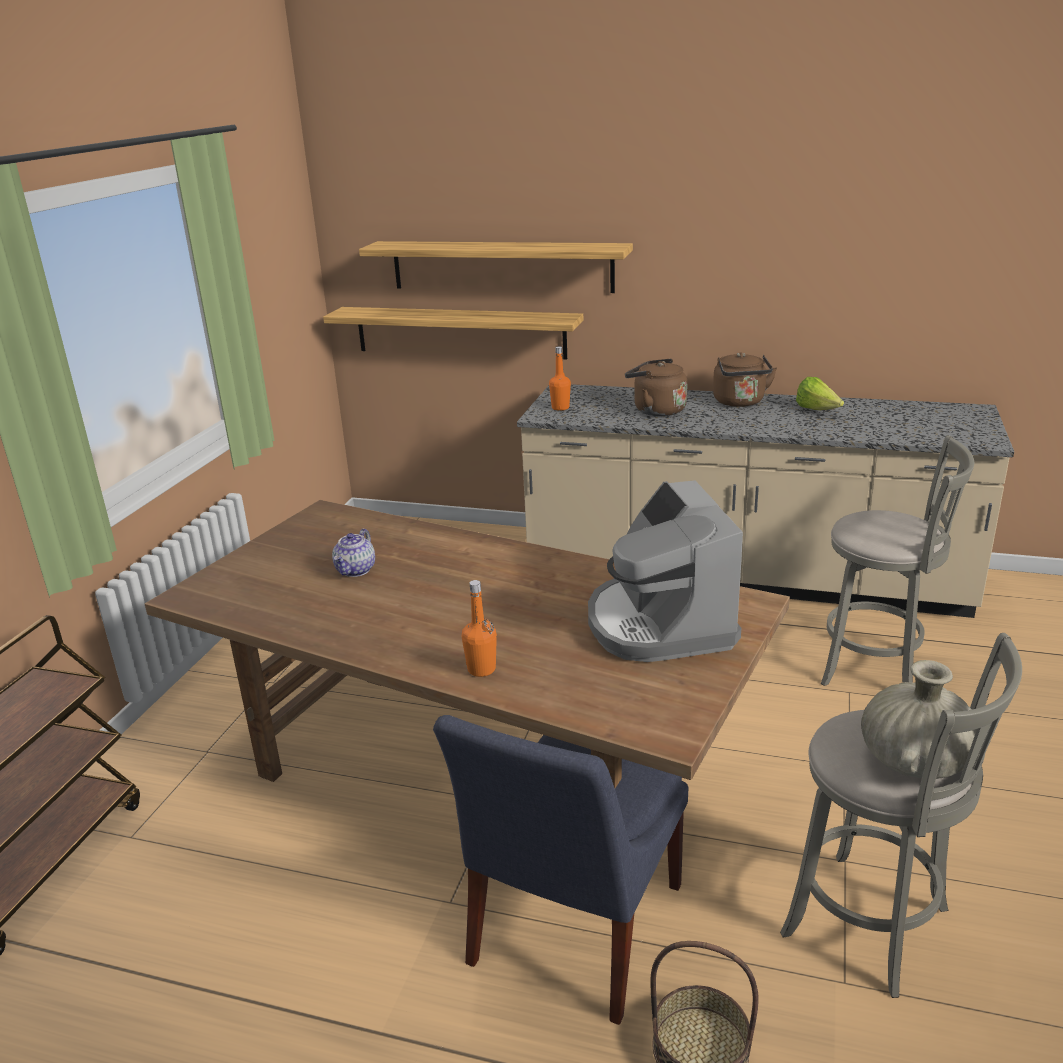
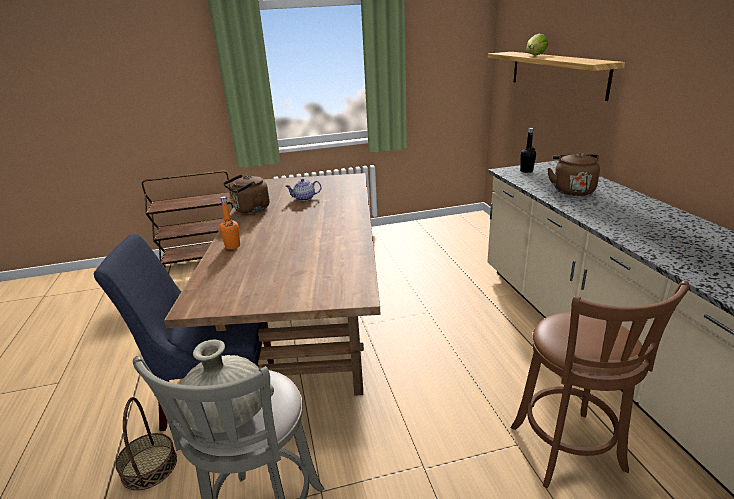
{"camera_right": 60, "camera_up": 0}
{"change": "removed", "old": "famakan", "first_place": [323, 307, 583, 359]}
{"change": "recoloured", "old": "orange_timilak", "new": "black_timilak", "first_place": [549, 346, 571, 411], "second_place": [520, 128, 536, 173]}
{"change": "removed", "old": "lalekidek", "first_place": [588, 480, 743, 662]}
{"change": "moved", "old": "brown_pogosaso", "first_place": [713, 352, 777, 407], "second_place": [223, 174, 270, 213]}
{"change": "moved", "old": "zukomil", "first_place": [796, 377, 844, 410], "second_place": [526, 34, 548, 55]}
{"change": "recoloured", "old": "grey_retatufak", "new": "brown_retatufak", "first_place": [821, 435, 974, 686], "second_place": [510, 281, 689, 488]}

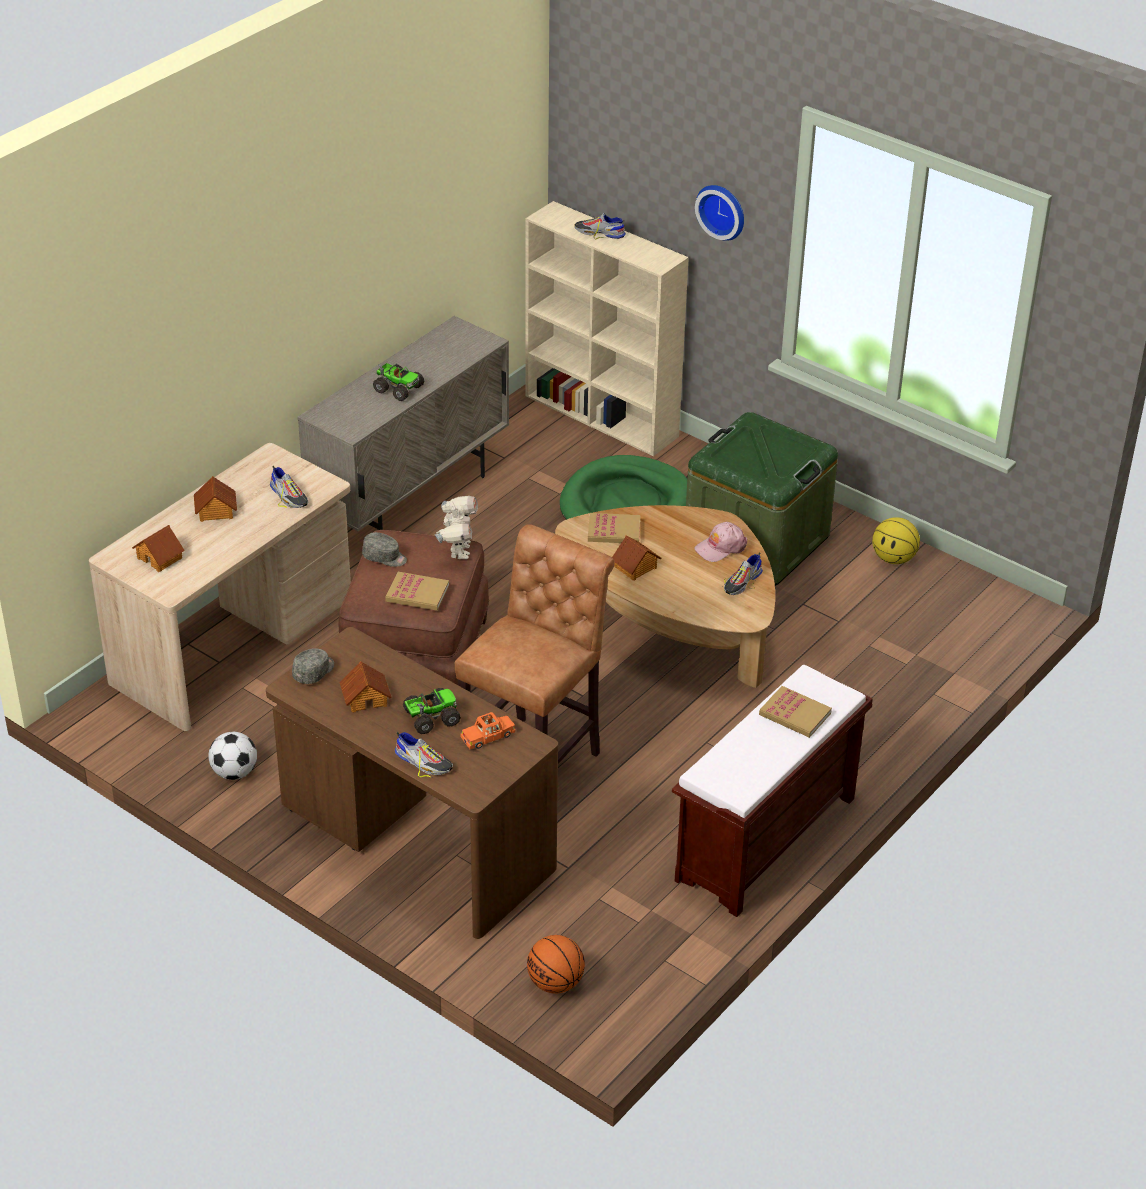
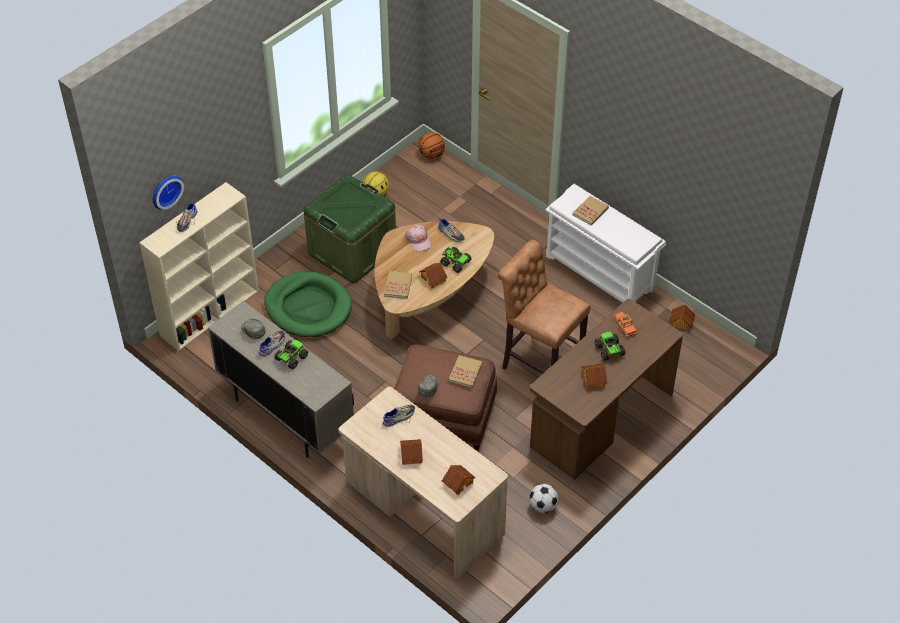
{"camera_right": -85, "camera_up": 10}
{"change": "moved", "old": "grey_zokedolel", "first_place": [292, 648, 334, 684], "second_place": [241, 319, 266, 339]}
{"change": "moved", "old": "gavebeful", "first_place": [395, 732, 453, 777], "second_place": [259, 331, 285, 357]}
{"change": "removed", "old": "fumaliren", "first_place": [435, 496, 478, 559]}
{"change": "moved", "old": "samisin", "first_place": [527, 935, 585, 994], "second_place": [419, 132, 445, 159]}
{"change": "recoloured", "old": "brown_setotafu", "new": "white_setotafu", "first_place": [672, 665, 873, 917], "second_place": [545, 184, 666, 303]}
{"change": "moved", "old": "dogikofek", "first_place": [695, 185, 744, 241], "second_place": [153, 175, 184, 210]}
{"change": "added", "new": "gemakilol", "second_place": [440, 247, 472, 273]}
{"change": "added", "new": "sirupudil", "second_place": [669, 304, 695, 331]}

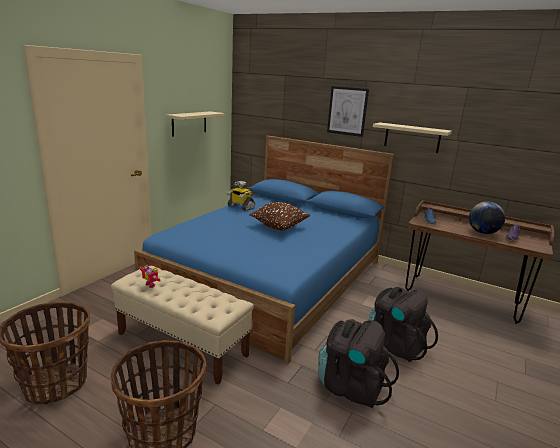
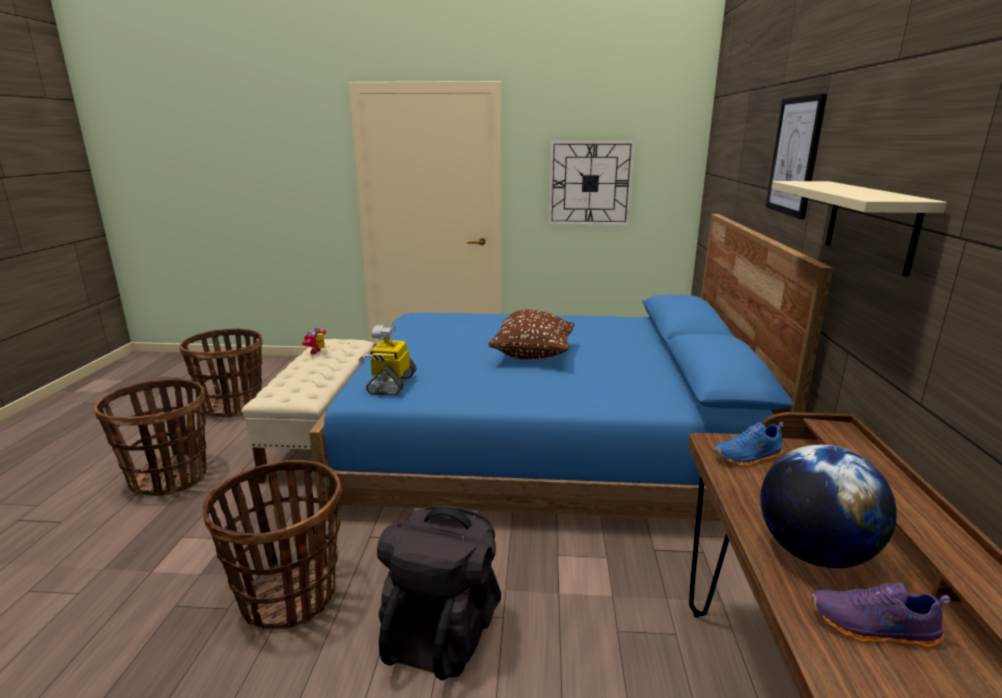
{"camera_right": 65, "camera_up": 0}
{"change": "replaced", "old": "beige_famakan", "new": "dogikofek", "first_place": [166, 111, 225, 137], "second_place": [548, 140, 635, 225]}
{"change": "moved", "old": "fumaliren", "first_place": [227, 181, 255, 211], "second_place": [359, 325, 416, 396]}
{"change": "replaced", "old": "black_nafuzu", "new": "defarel", "first_place": [318, 319, 399, 408], "second_place": [203, 460, 342, 630]}

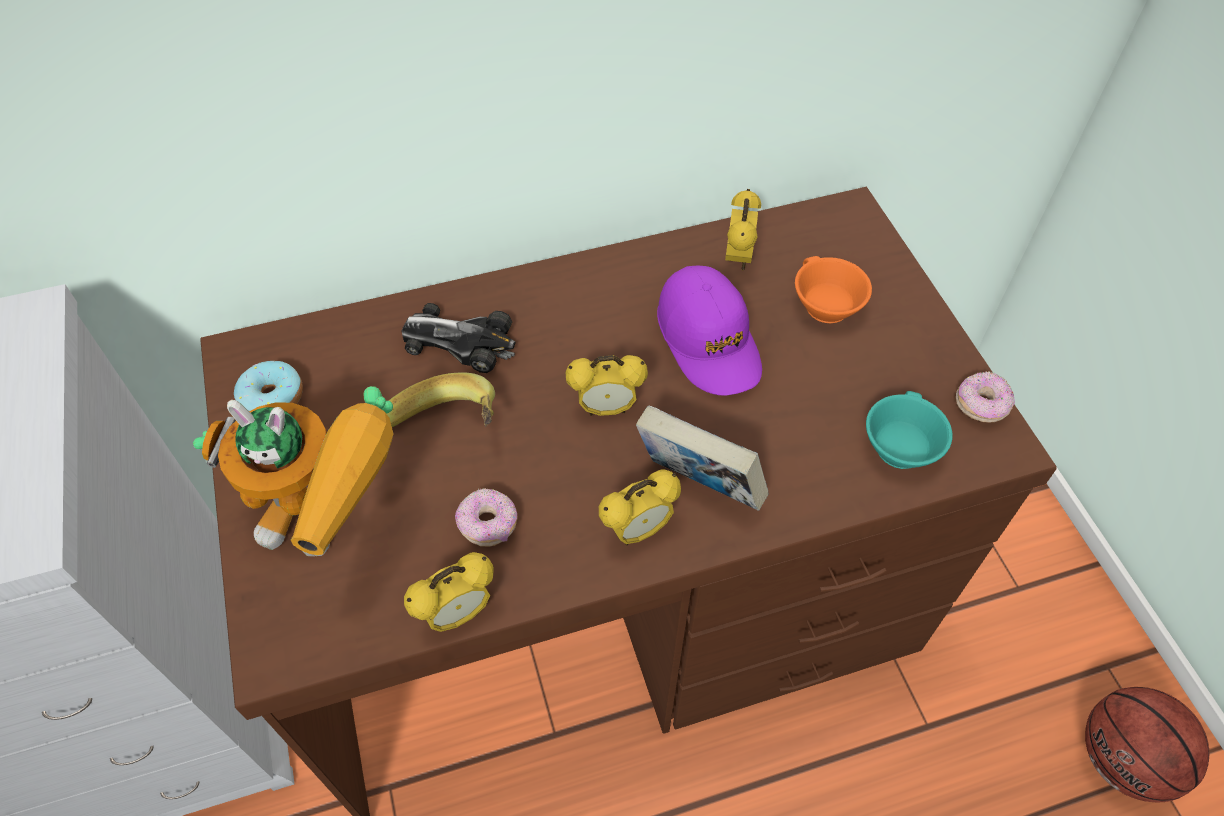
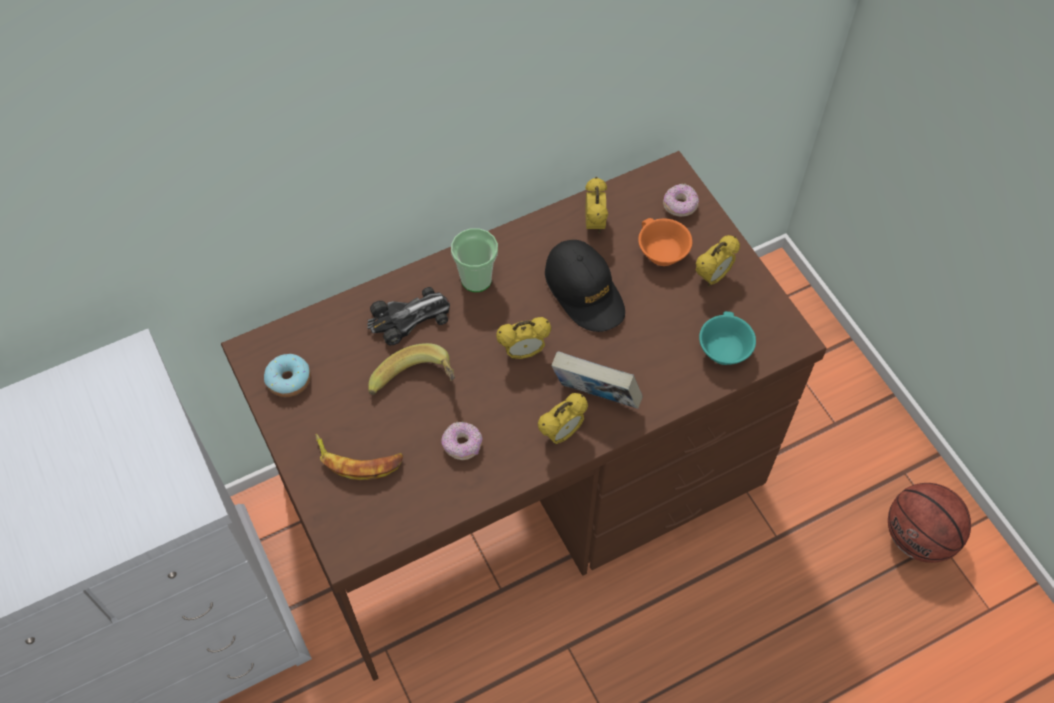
{"camera_right": -10, "camera_up": 5}
{"change": "replaced", "old": "fumaliren", "new": "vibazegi", "first_place": [193, 386, 393, 556], "second_place": [316, 434, 404, 480]}
{"change": "turned", "old": "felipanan", "first_place": [402, 303, 516, 373], "second_place": [367, 287, 450, 345], "degrees": 150}
{"change": "moved", "old": "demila", "first_place": [404, 552, 494, 632], "second_place": [695, 235, 740, 287]}
{"change": "recoloured", "old": "purple_zokedolel", "new": "black_zokedolel", "first_place": [657, 266, 762, 395], "second_place": [545, 240, 625, 332]}
{"change": "moved", "old": "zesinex", "first_place": [956, 371, 1015, 422], "second_place": [663, 184, 699, 217]}
{"change": "added", "new": "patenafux", "second_place": [451, 228, 498, 292]}

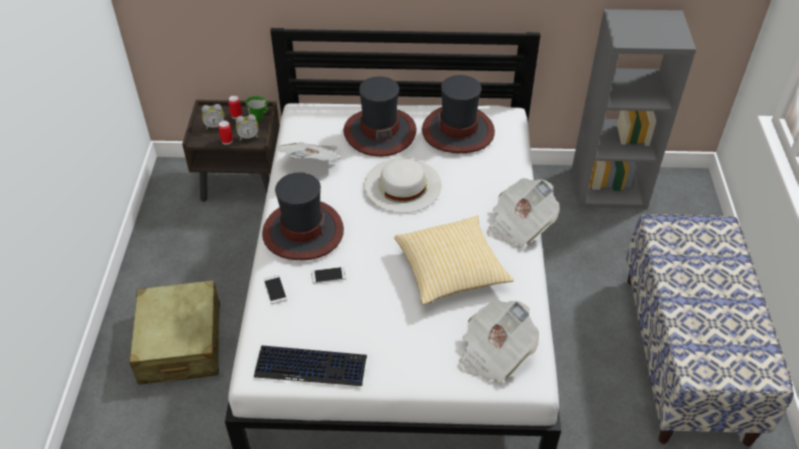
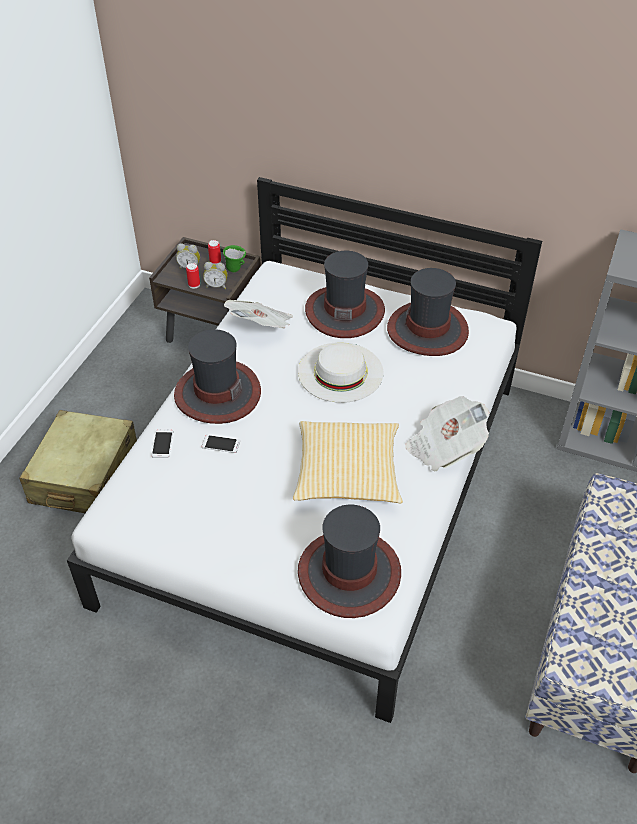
{"camera_right": 20, "camera_up": 0}
{"change": "removed", "old": "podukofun", "first_place": [254, 345, 367, 386]}
{"change": "replaced", "old": "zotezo", "new": "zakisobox", "first_place": [458, 299, 539, 384], "second_place": [298, 505, 401, 618]}

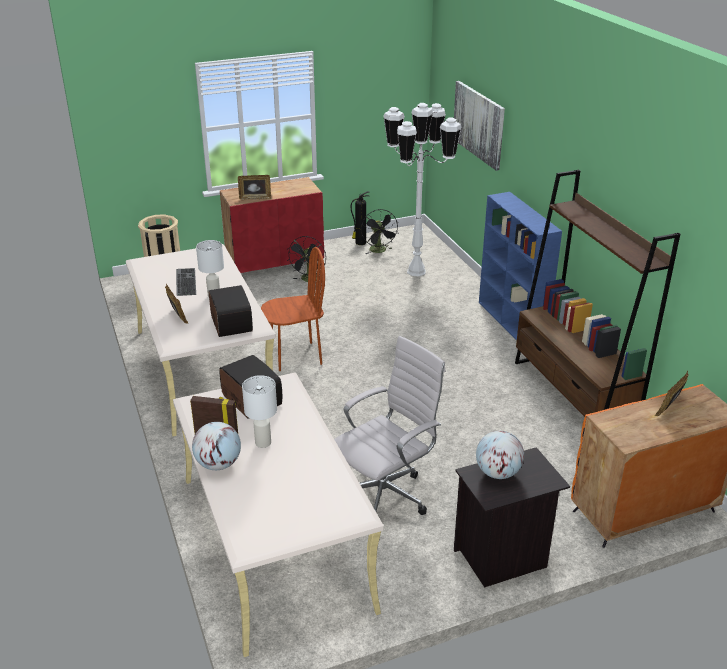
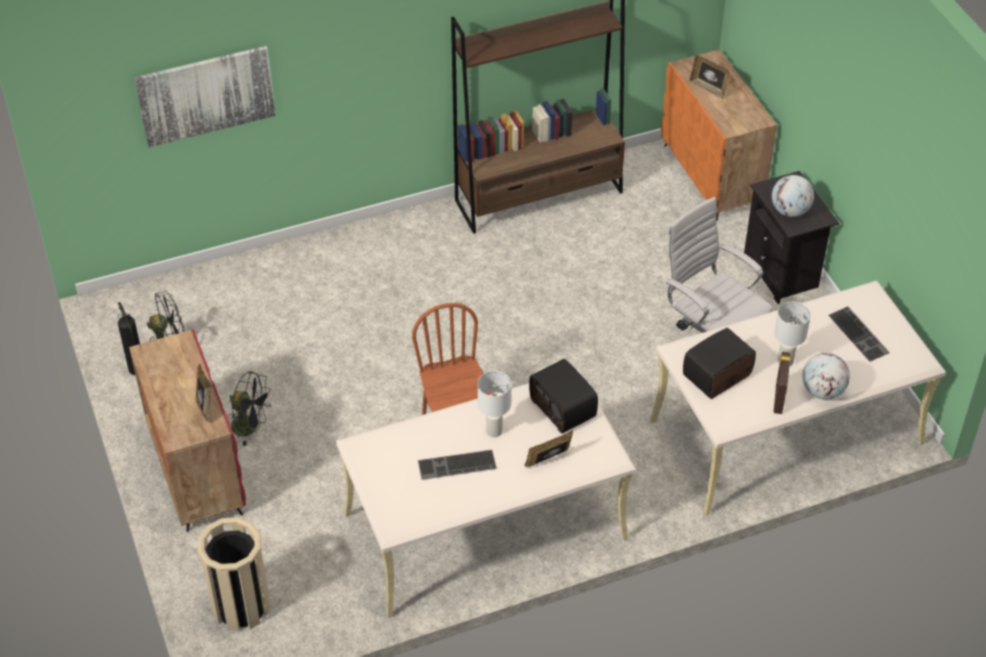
{"camera_right": -90, "camera_up": 15}
{"change": "turned", "old": "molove", "first_place": [209, 285, 253, 337], "second_place": [529, 359, 598, 434], "degrees": -105}
{"change": "removed", "old": "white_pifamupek", "first_place": [383, 103, 462, 276]}
{"change": "removed", "old": "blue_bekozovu", "first_place": [479, 192, 562, 340]}
{"change": "added", "new": "podukofun", "second_place": [828, 306, 890, 362]}

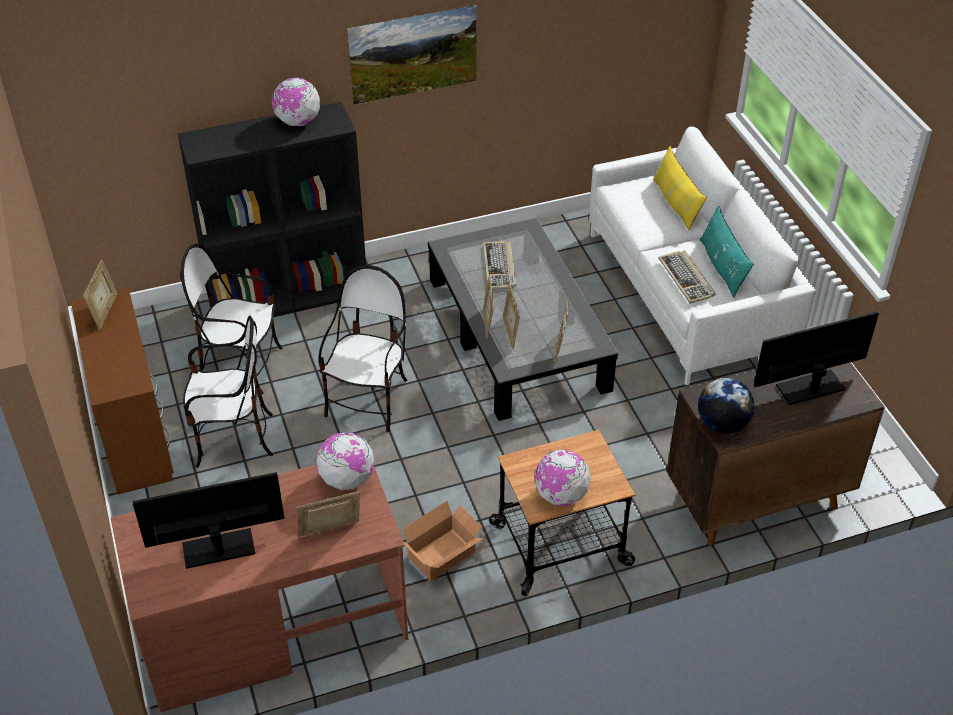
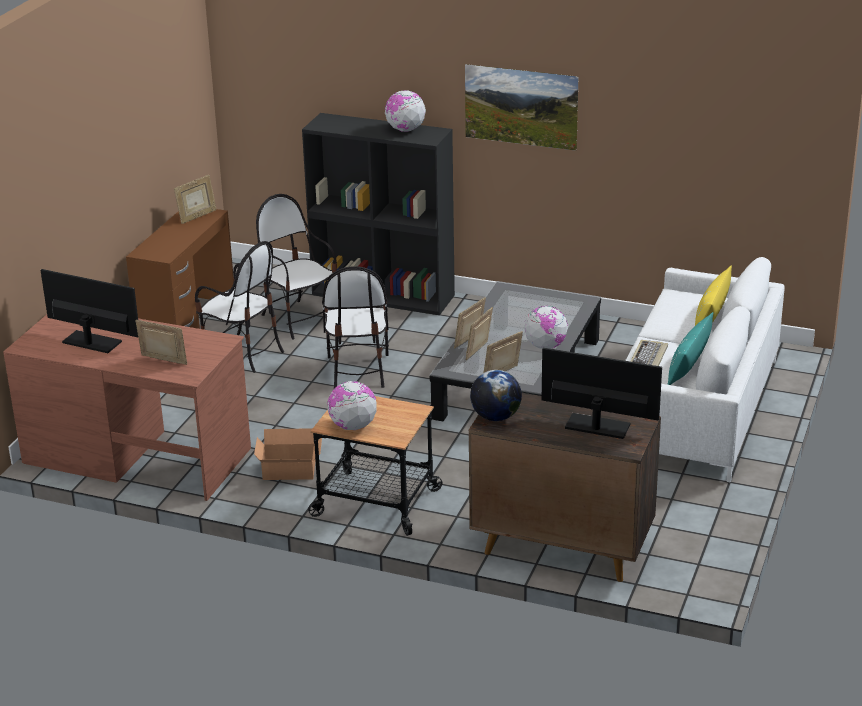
{"camera_right": 40, "camera_up": -15}
{"change": "moved", "old": "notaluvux", "first_place": [317, 432, 374, 490], "second_place": [524, 306, 568, 349]}
{"change": "turned", "old": "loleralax", "first_place": [318, 265, 407, 432], "second_place": [322, 266, 389, 389], "degrees": 120}
{"change": "removed", "old": "podukofun", "first_place": [483, 241, 516, 289]}

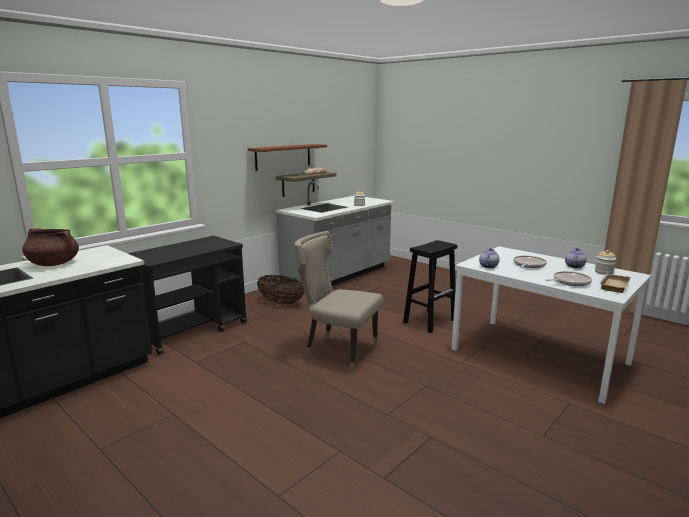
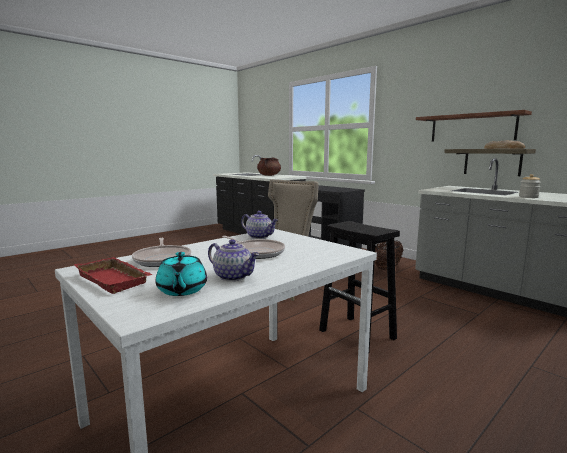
{"camera_right": 95, "camera_up": -5}
{"change": "replaced", "old": "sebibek", "new": "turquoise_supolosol", "first_place": [595, 250, 616, 275], "second_place": [155, 252, 207, 296]}
{"change": "recoloured", "old": "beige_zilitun", "new": "red_zilitun", "first_place": [600, 274, 631, 293], "second_place": [74, 257, 153, 294]}

